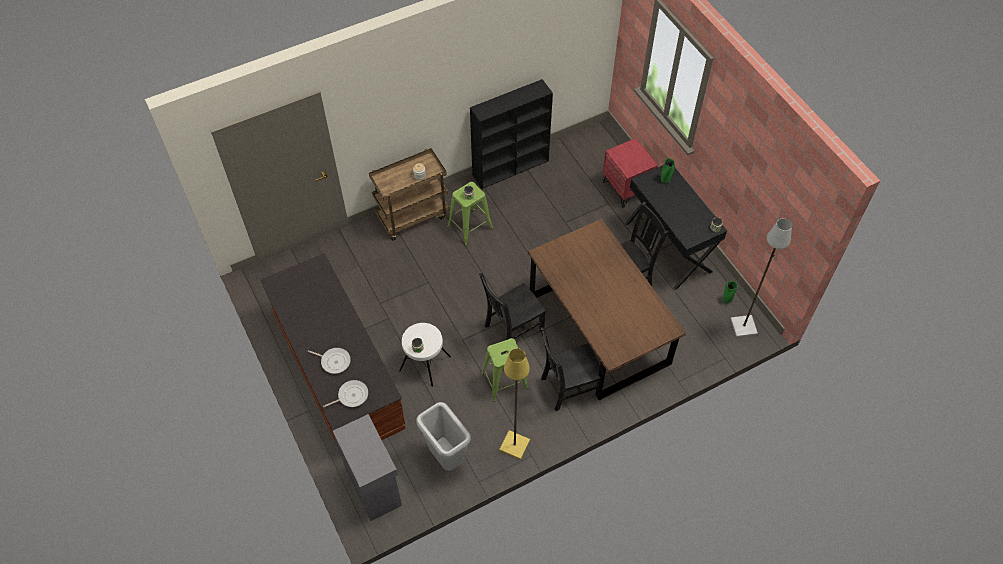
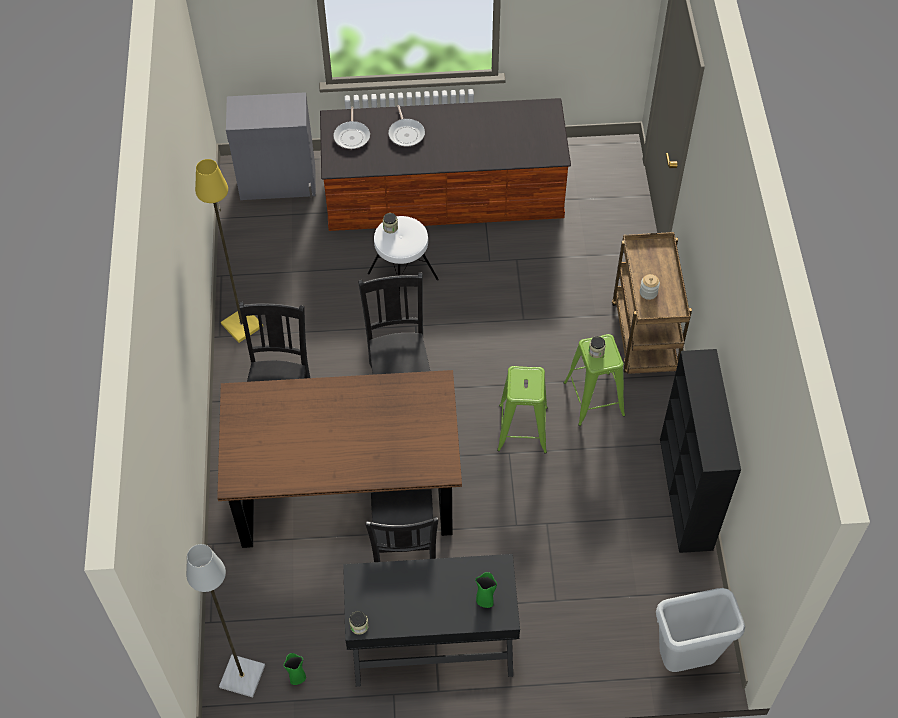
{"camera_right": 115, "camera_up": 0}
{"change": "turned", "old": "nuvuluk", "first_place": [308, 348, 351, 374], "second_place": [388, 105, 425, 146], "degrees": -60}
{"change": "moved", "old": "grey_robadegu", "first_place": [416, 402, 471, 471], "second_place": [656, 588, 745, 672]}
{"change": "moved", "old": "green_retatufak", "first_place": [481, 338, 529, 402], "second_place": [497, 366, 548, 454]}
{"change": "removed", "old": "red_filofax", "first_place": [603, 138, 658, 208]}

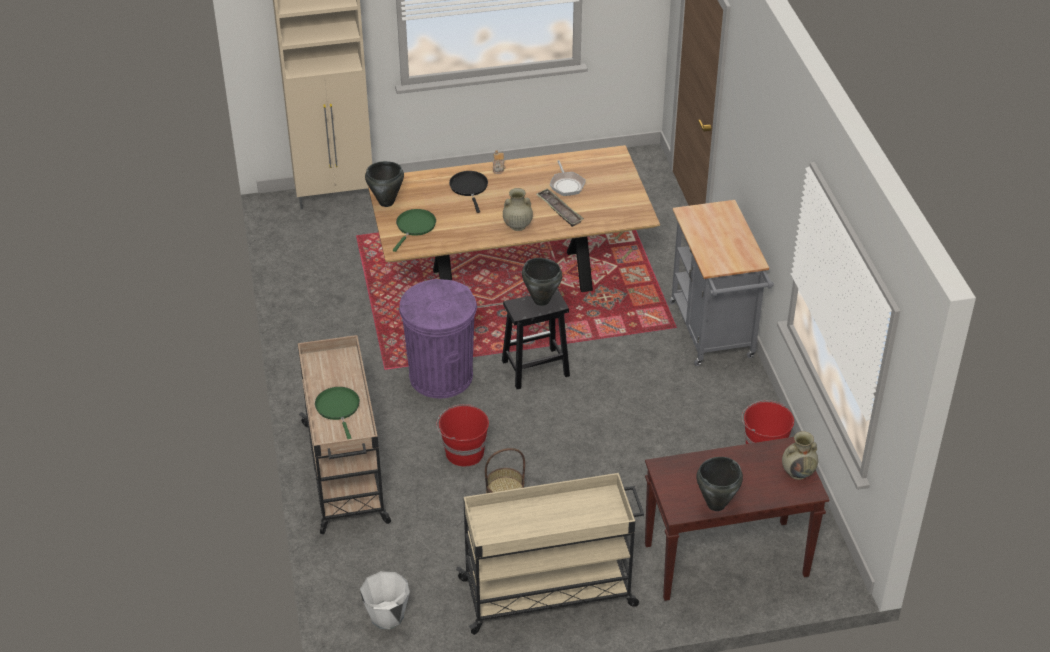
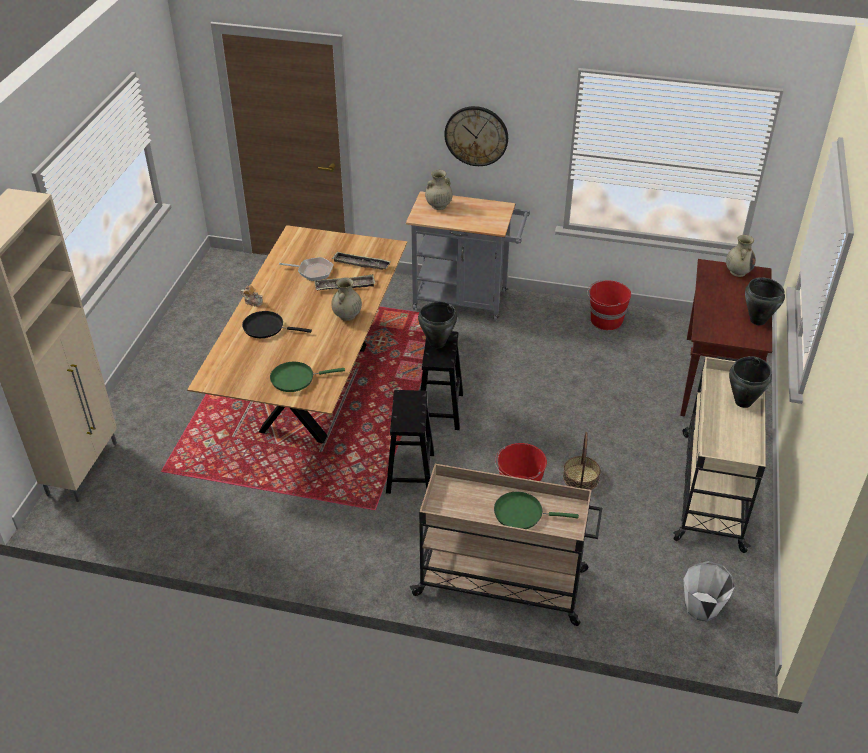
{"camera_right": -65, "camera_up": 0}
{"change": "moved", "old": "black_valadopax", "first_place": [365, 161, 404, 207], "second_place": [729, 356, 772, 408]}
{"change": "turned", "old": "green_nuvuluk", "first_place": [393, 209, 436, 252], "second_place": [270, 362, 345, 392], "degrees": -60}
{"change": "replaced", "old": "purple_robadegu", "new": "black_retatufak", "first_place": [399, 279, 477, 398], "second_place": [386, 390, 434, 494]}
{"change": "added", "new": "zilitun", "second_place": [332, 252, 391, 270]}
{"change": "added", "new": "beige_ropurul", "second_place": [425, 170, 453, 210]}
{"change": "added", "new": "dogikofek", "second_place": [444, 106, 508, 166]}

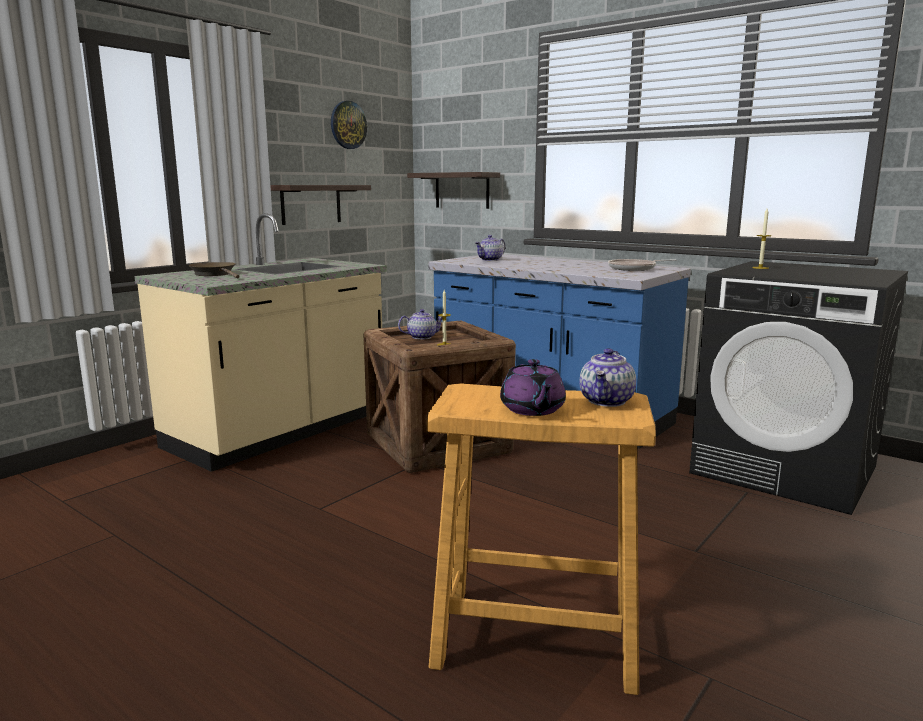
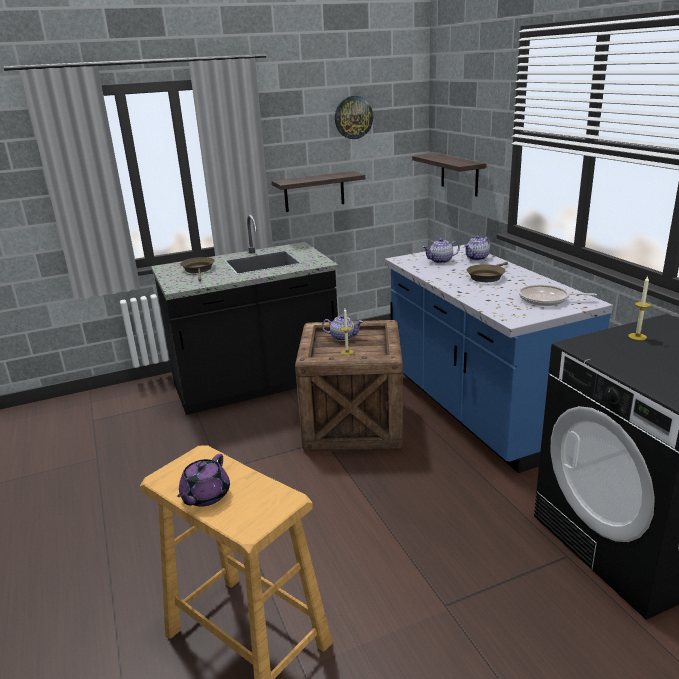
{"camera_right": 30, "camera_up": 10}
{"change": "recoloured", "old": "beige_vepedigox", "new": "black_vepedigox", "first_place": [135, 213, 387, 472], "second_place": [151, 215, 339, 415]}
{"change": "moved", "old": "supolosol", "first_place": [580, 348, 636, 407], "second_place": [464, 236, 491, 261]}
{"change": "added", "new": "brown_nuvuluk", "second_place": [467, 262, 508, 282]}

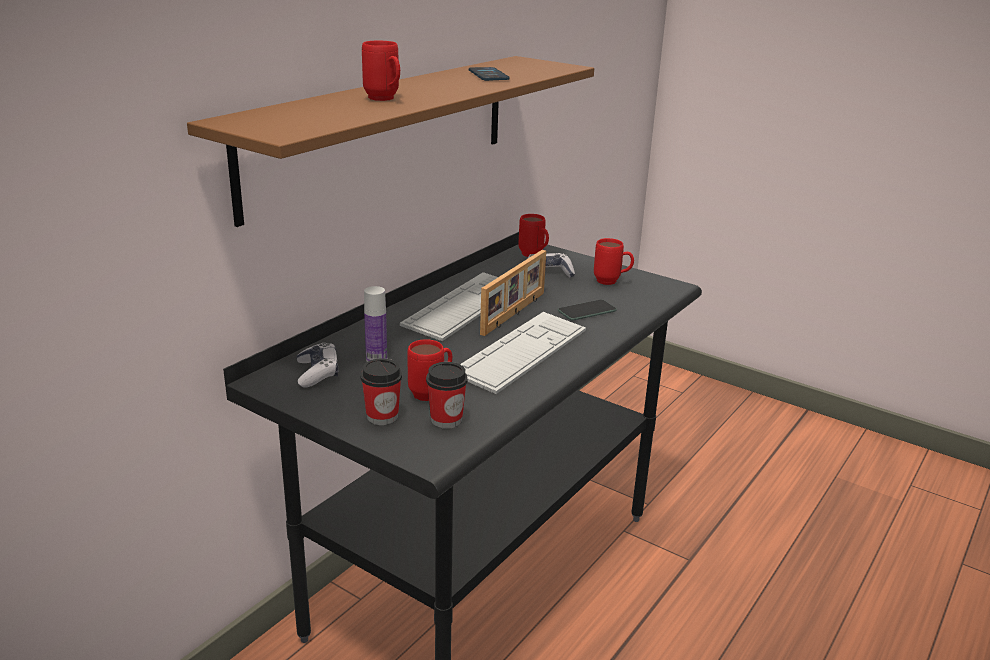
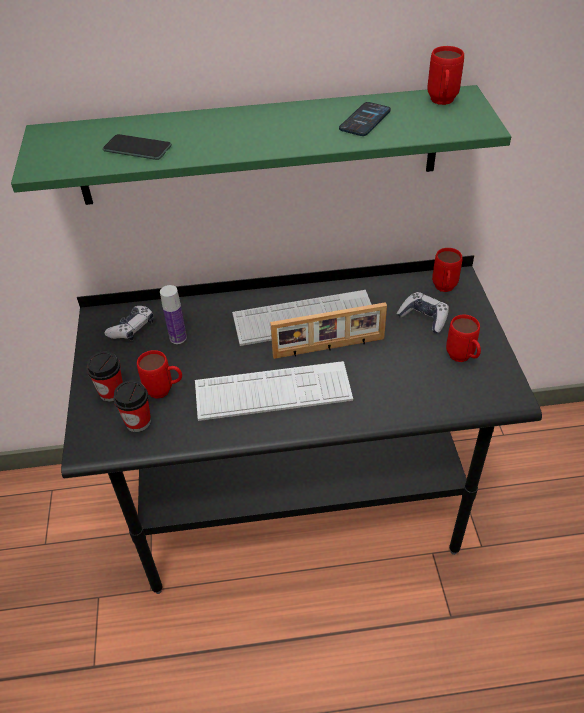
{"camera_right": 50, "camera_up": 20}
{"change": "recoloured", "old": "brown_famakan", "new": "green_famakan", "first_place": [187, 56, 594, 227], "second_place": [11, 85, 511, 205]}
{"change": "moved", "old": "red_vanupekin", "first_place": [362, 41, 400, 101], "second_place": [427, 46, 464, 105]}
{"change": "moved", "old": "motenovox", "first_place": [558, 300, 617, 321], "second_place": [103, 134, 172, 160]}

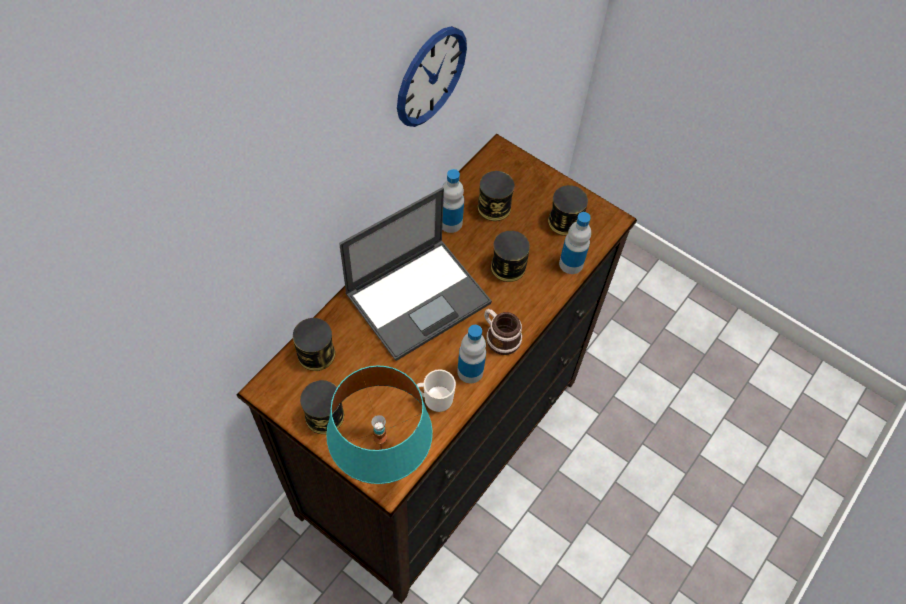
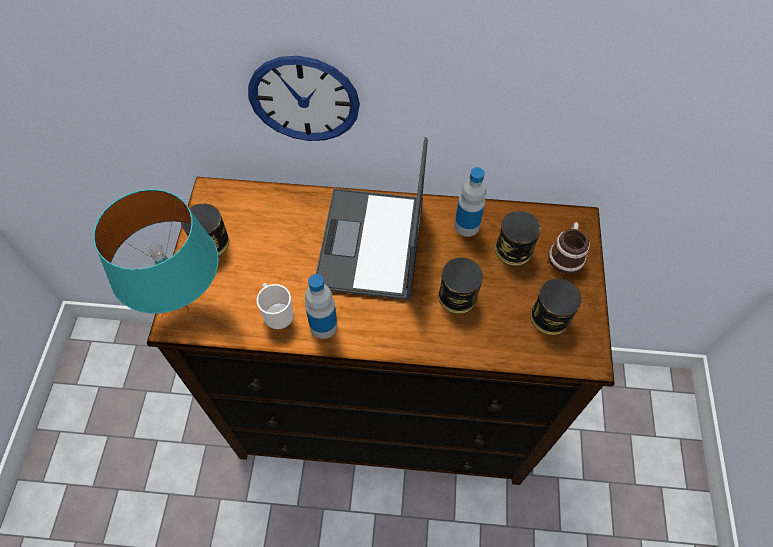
{"camera_right": 60, "camera_up": 0}
{"change": "removed", "old": "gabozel", "first_place": [293, 318, 335, 371]}
{"change": "turned", "old": "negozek", "first_place": [339, 187, 492, 361], "second_place": [316, 137, 428, 300], "degrees": 75}
{"change": "moved", "old": "dogikofek", "first_place": [397, 26, 467, 127], "second_place": [248, 56, 360, 141]}
{"change": "moved", "old": "vanupekin", "first_place": [484, 309, 522, 355], "second_place": [548, 222, 590, 274]}
{"change": "removed", "old": "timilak", "first_place": [559, 212, 591, 274]}

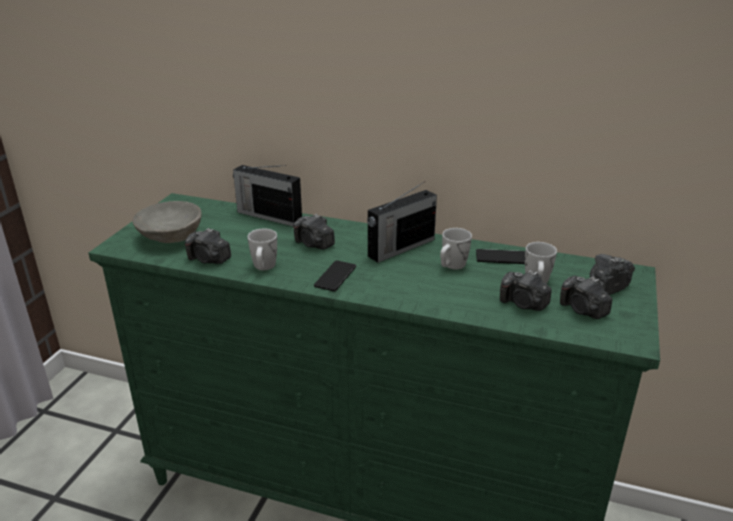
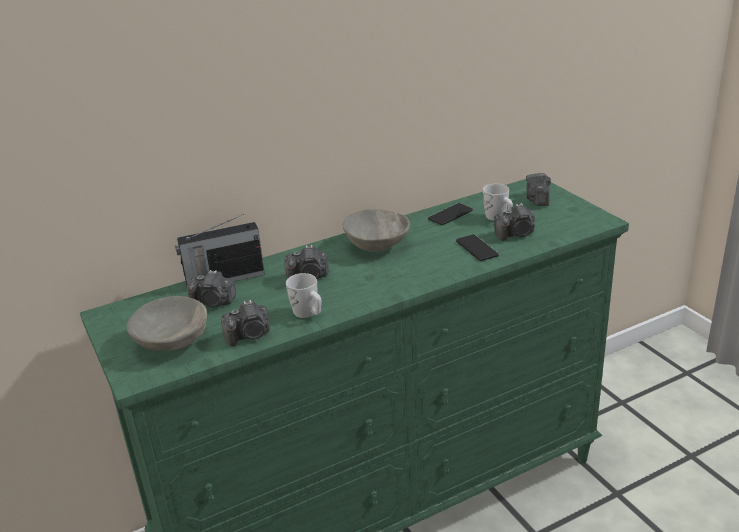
{"camera_right": -45, "camera_up": 0}
{"change": "moved", "old": "motenovox", "first_place": [314, 260, 356, 291], "second_place": [456, 234, 499, 261]}
{"change": "replaced", "old": "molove", "new": "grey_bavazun", "first_place": [367, 181, 437, 263], "second_place": [343, 209, 410, 252]}
{"change": "removed", "old": "white_vanupekin", "first_place": [440, 228, 472, 270]}
{"change": "moved", "old": "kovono", "first_place": [560, 276, 612, 319], "second_place": [187, 270, 236, 307]}

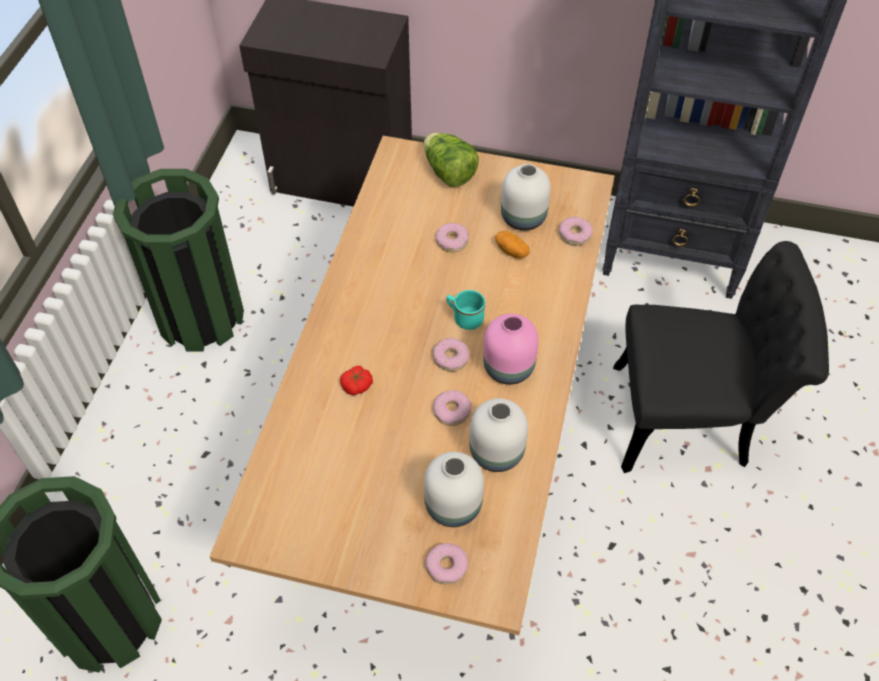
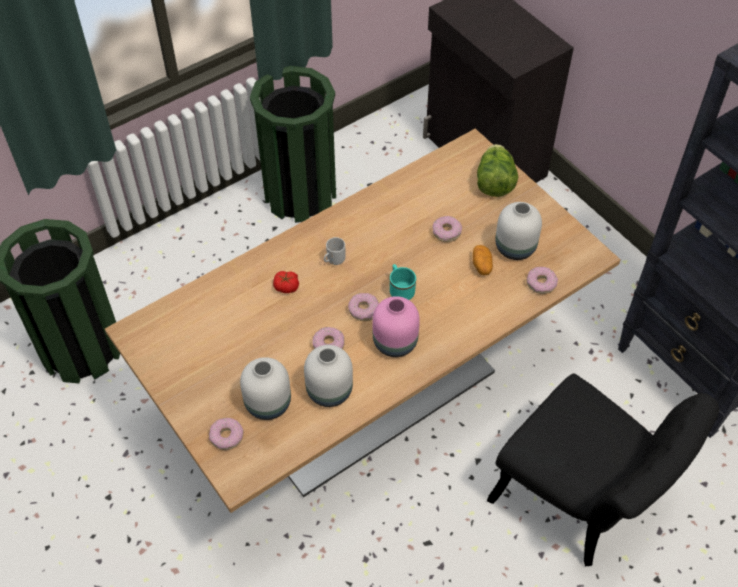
{"camera_right": 40, "camera_up": 0}
{"change": "added", "new": "vanupekin", "second_place": [324, 237, 345, 265]}

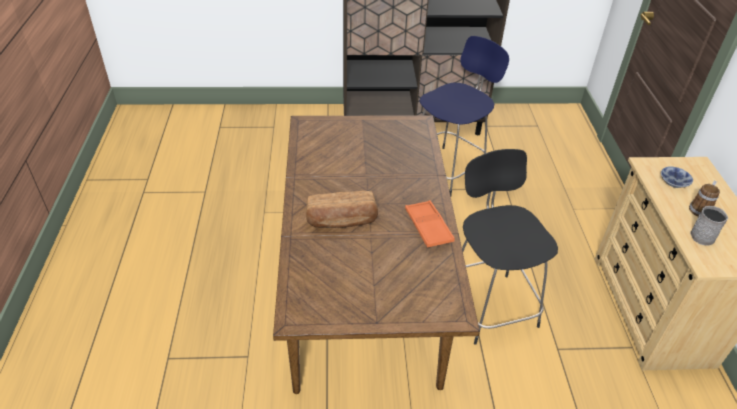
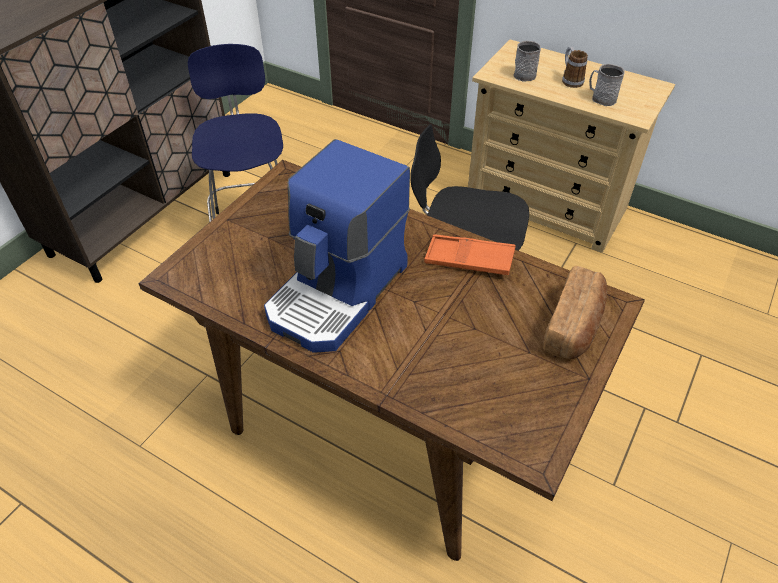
{"camera_right": -55, "camera_up": 5}
{"change": "moved", "old": "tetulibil", "first_place": [306, 191, 378, 228], "second_place": [543, 266, 607, 359]}
{"change": "replaced", "old": "bavazun", "new": "grey_vanupekin", "first_place": [661, 166, 693, 188], "second_place": [514, 41, 541, 82]}
{"change": "added", "new": "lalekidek", "second_place": [264, 139, 410, 353]}

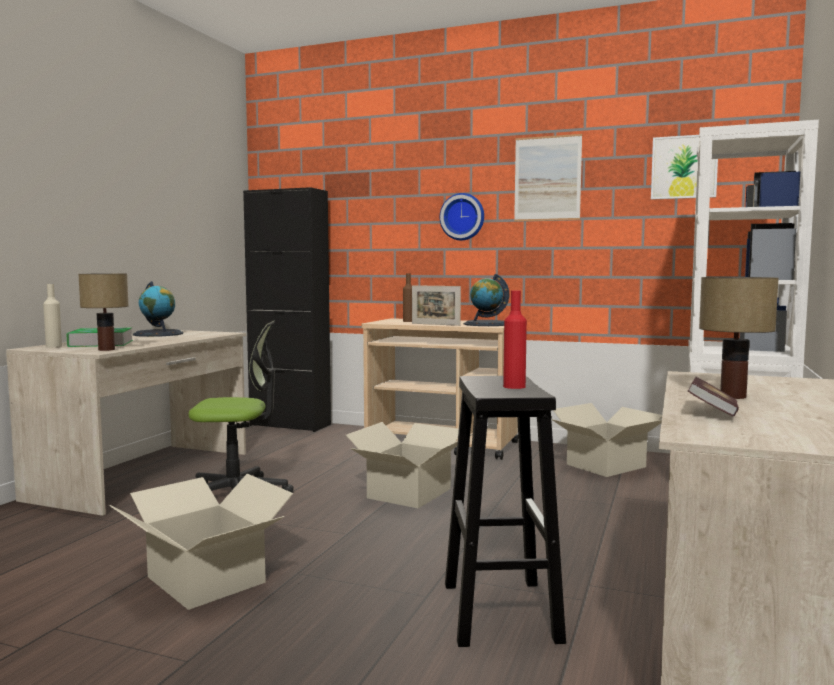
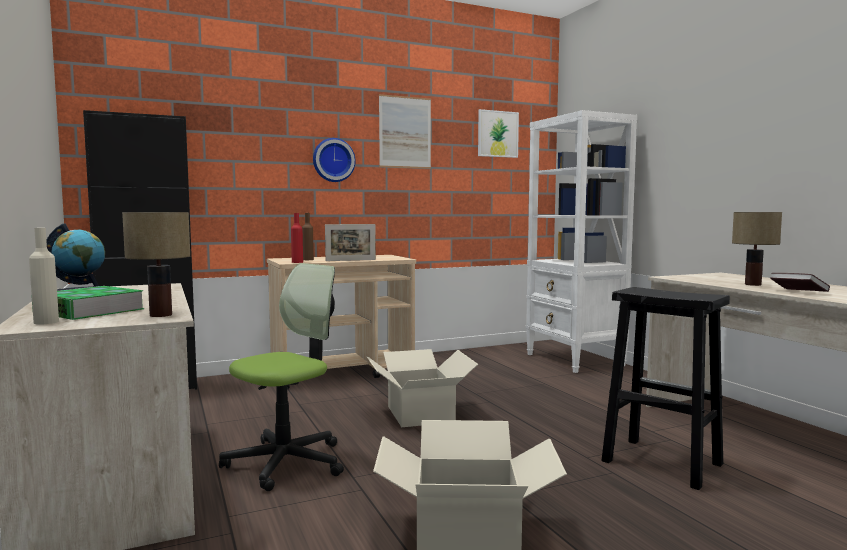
{"camera_right": -45, "camera_up": 0}
{"change": "removed", "old": "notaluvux", "first_place": [464, 274, 509, 326]}
{"change": "moved", "old": "red_timilak", "first_place": [503, 290, 527, 389], "second_place": [291, 213, 303, 263]}
{"change": "removed", "old": "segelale", "first_place": [551, 403, 662, 477]}

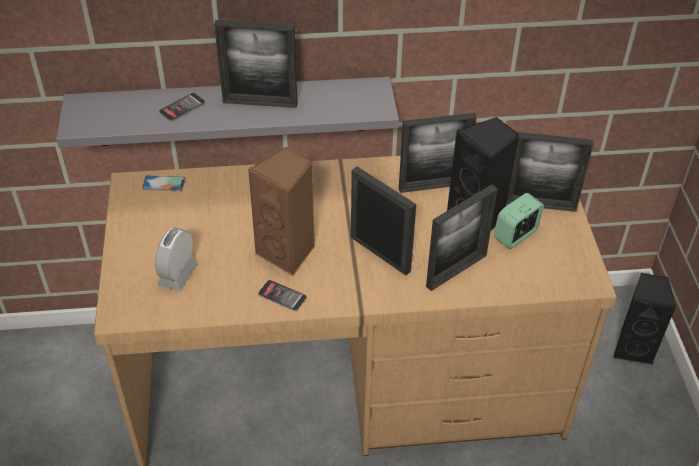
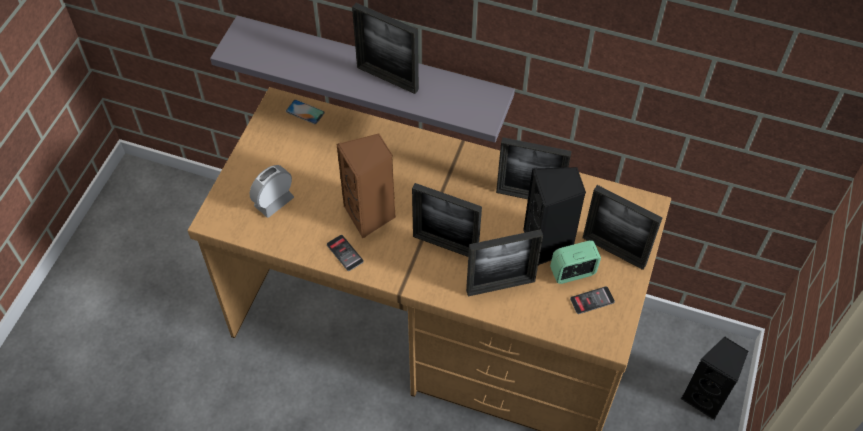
{"camera_right": 25, "camera_up": 10}
{"change": "moved", "old": "motenovox", "first_place": [159, 93, 205, 121], "second_place": [570, 286, 615, 314]}
{"change": "turned", "old": "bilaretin", "first_place": [351, 166, 416, 275], "second_place": [412, 183, 482, 257], "degrees": 135}

